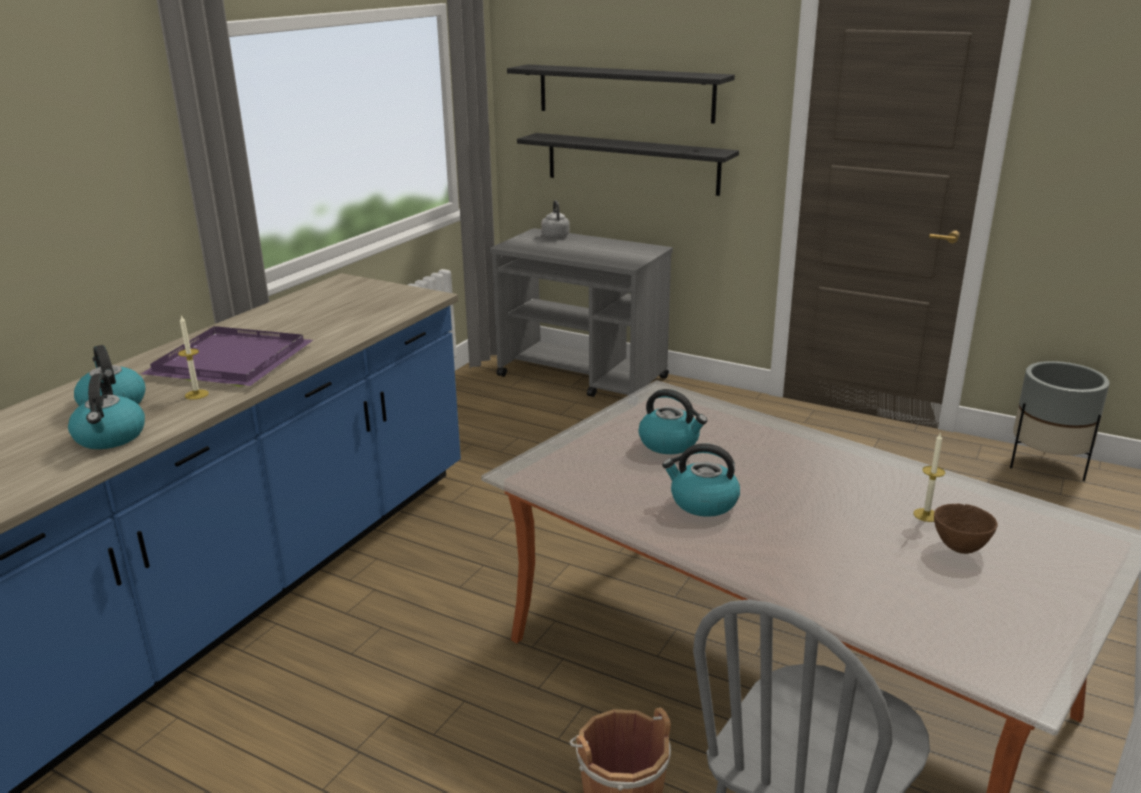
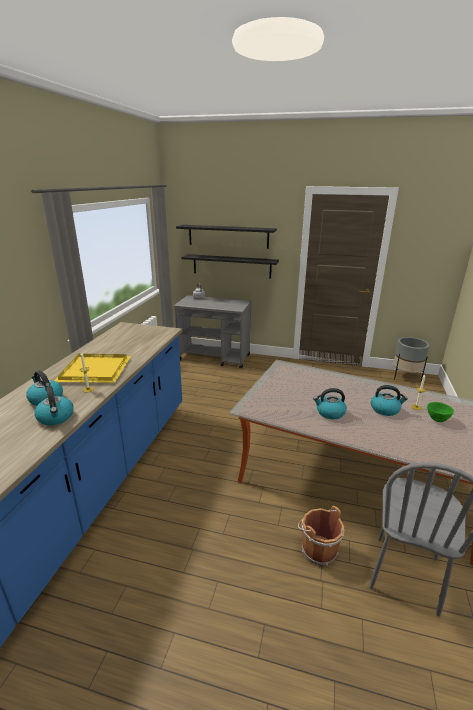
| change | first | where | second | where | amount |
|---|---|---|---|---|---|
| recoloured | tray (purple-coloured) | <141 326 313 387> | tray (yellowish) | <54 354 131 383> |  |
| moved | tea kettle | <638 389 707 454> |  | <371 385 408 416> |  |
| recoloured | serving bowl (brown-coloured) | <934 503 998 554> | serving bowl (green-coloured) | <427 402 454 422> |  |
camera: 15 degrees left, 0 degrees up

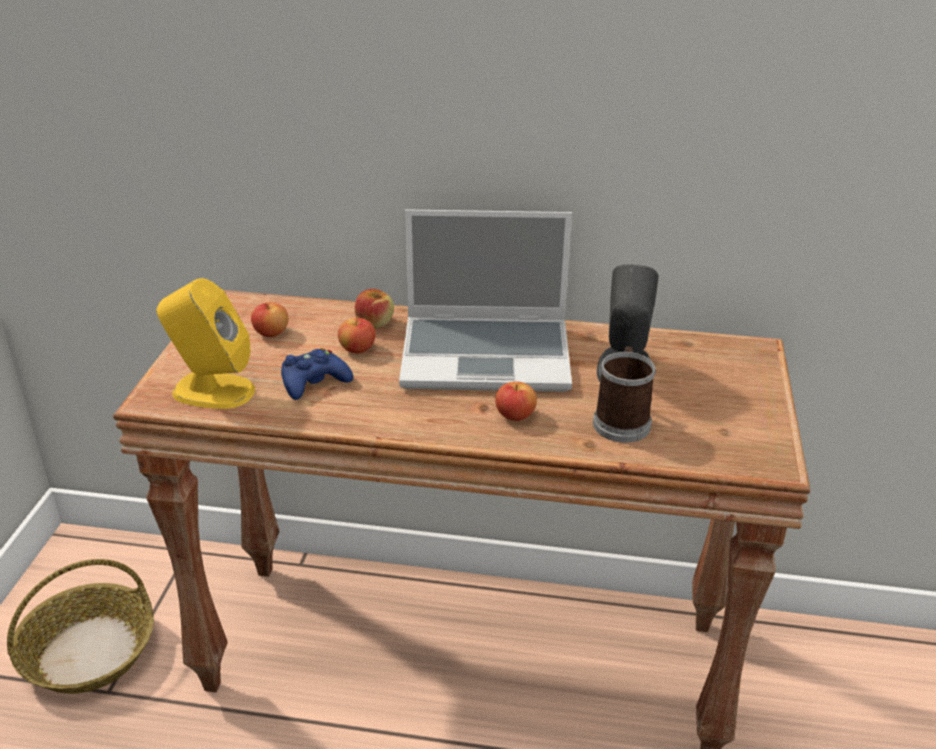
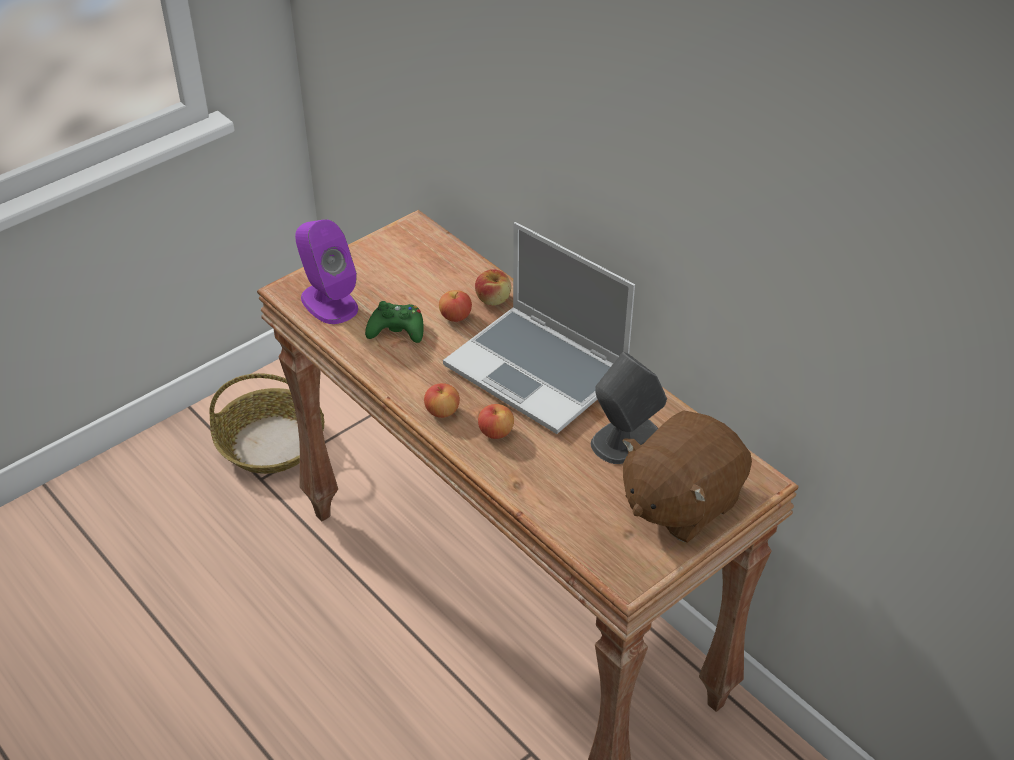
| change | first | where | second | where | amount |
|---|---|---|---|---|---|
| recoloured | loudspeaker (yellowish) | <157 278 255 409> | loudspeaker (purple-coloured) | <295 220 358 324> |  |
| moved | apple fruit | <251 302 288 337> |  | <424 383 460 418> |  |
| recoloured | joypad (bluish) | <281 348 353 400> | joypad (green-coloured) | <365 301 424 343> |  |
| removed | mug | <593 346 656 443> |  |  |  |
| added |  |  | cuddly toy (brown-coloured) | <622 411 752 543> |  |
camera: 40 degrees right, 10 degrees up

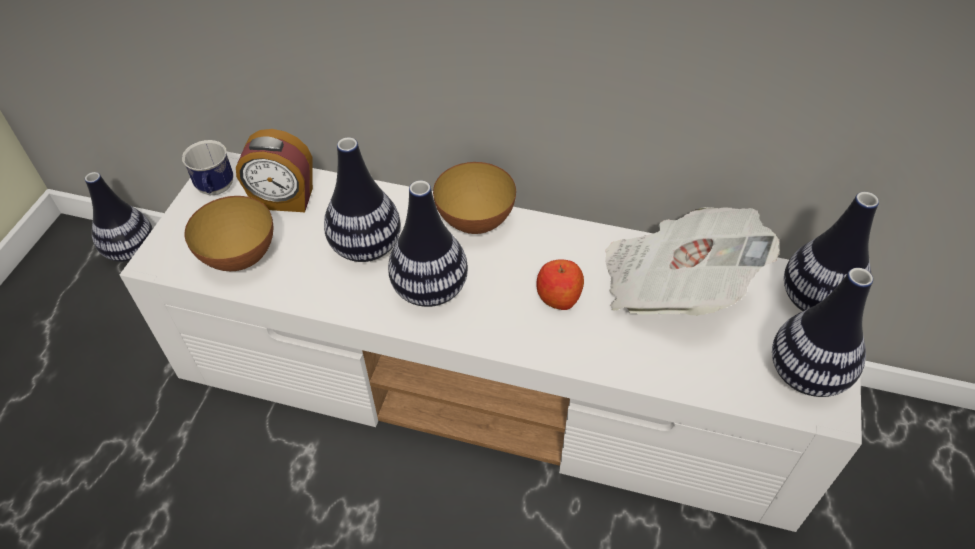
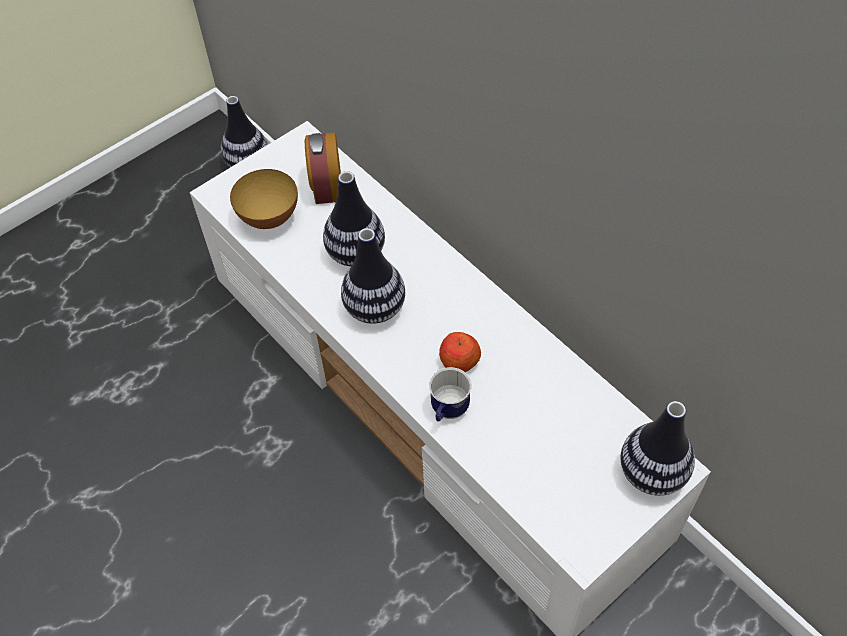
| change | first | where | second | where | amount |
|---|---|---|---|---|---|
| moved | mug | <182 140 233 195> |  | <429 367 472 421> |  |
| turned | alarm clock | <236 129 313 212> |  | <305 133 341 204> | 45 degrees clockwise |
| removed | serving bowl | <433 162 516 234> |  |  |  |
| removed | printed paper | <605 207 779 316> |  |  |  |
| removed | vase | <772 268 873 397> |  |  |  |
camera: 35 degrees right, 5 degrees up

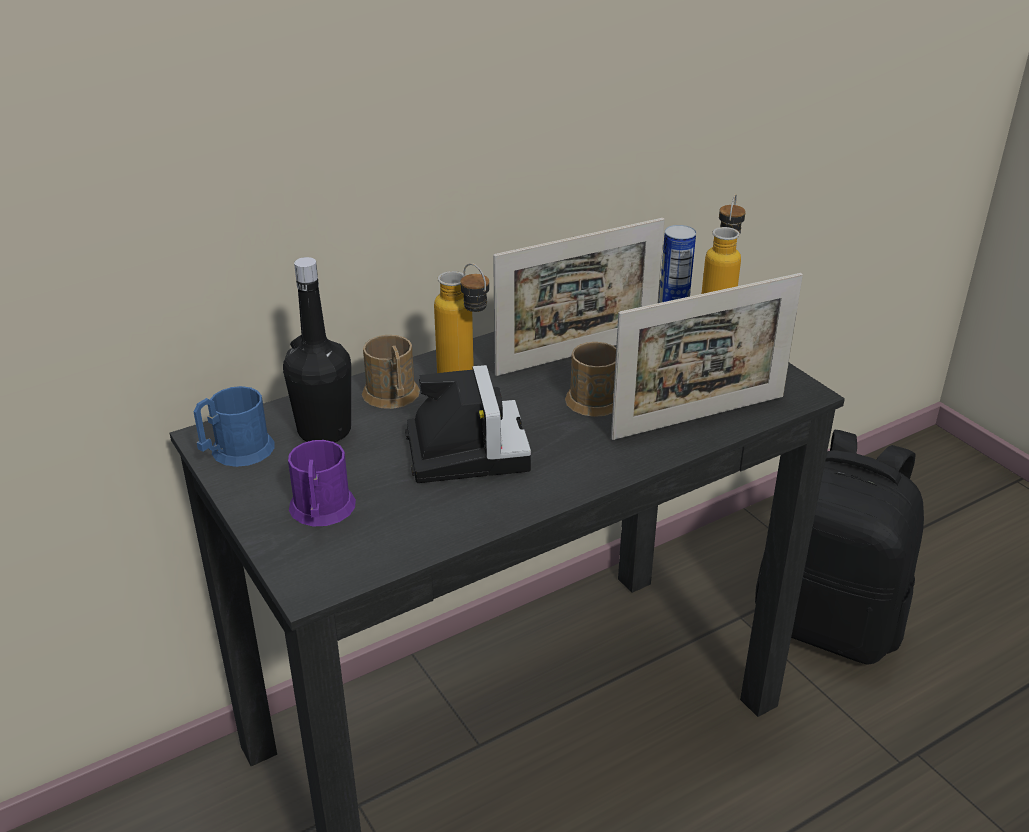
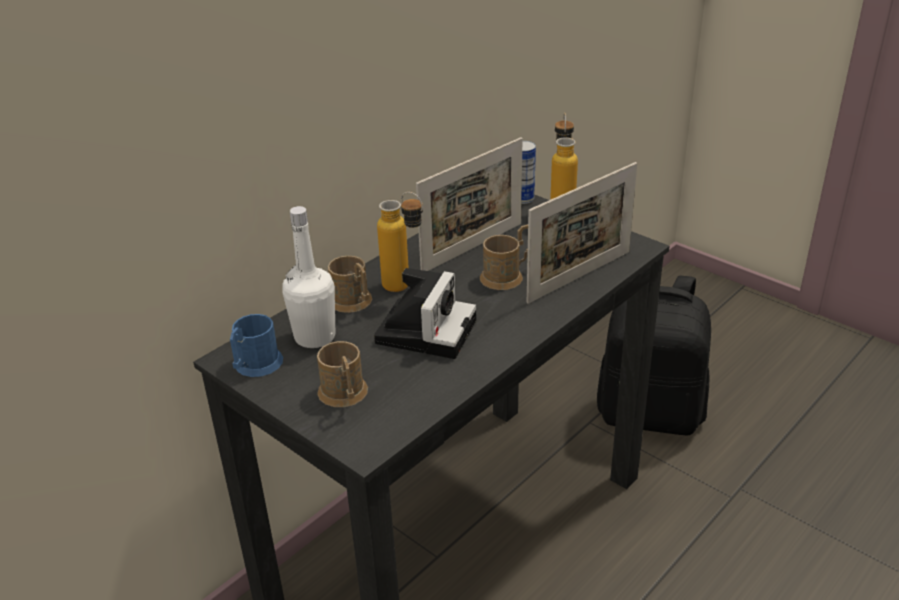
| change | first | where | second | where | amount |
|---|---|---|---|---|---|
| recoloured | drink bottle (black) | <283 257 351 442> | drink bottle (white) | <282 206 335 348> |  |
| recoloured | mug (purple-coloured) | <288 440 356 526> | mug (brown-coloured) | <317 341 368 407> |  |
| turned | still camera | <405 365 531 483> |  | <374 268 476 359> | 45 degrees clockwise |
camera: 15 degrees left, 0 degrees up

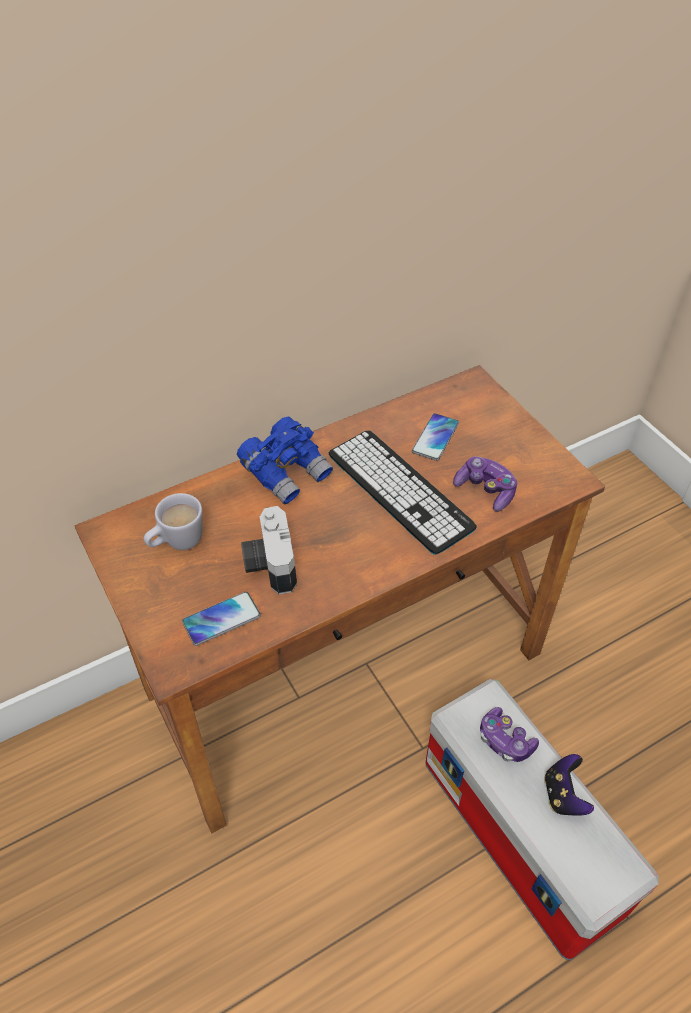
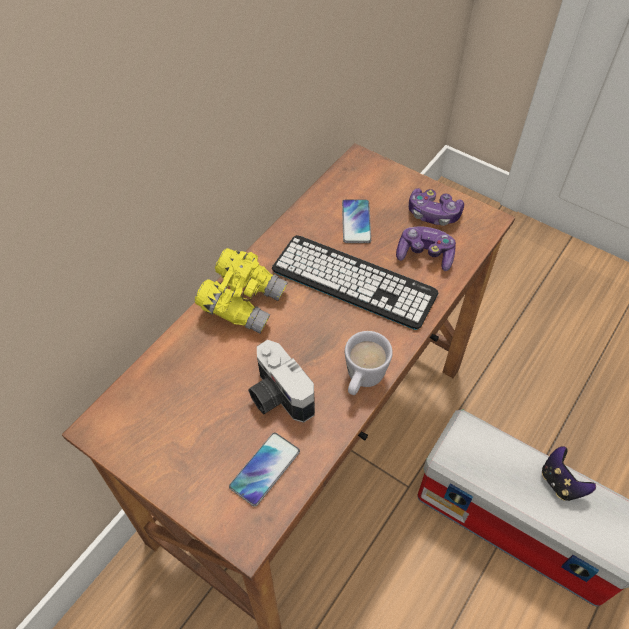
| change | first | where | second | where | amount |
|---|---|---|---|---|---|
| moved | mug (white) | <144 493 203 550> |  | <345 331 393 395> |  |
| recoloured | field glasses (bluish) | <237 417 333 504> | field glasses (yellowish) | <195 248 288 334> |  |
| moved | joypad | <480 707 539 762> |  | <409 188 464 226> |  |
camera: 25 degrees left, 5 degrees up

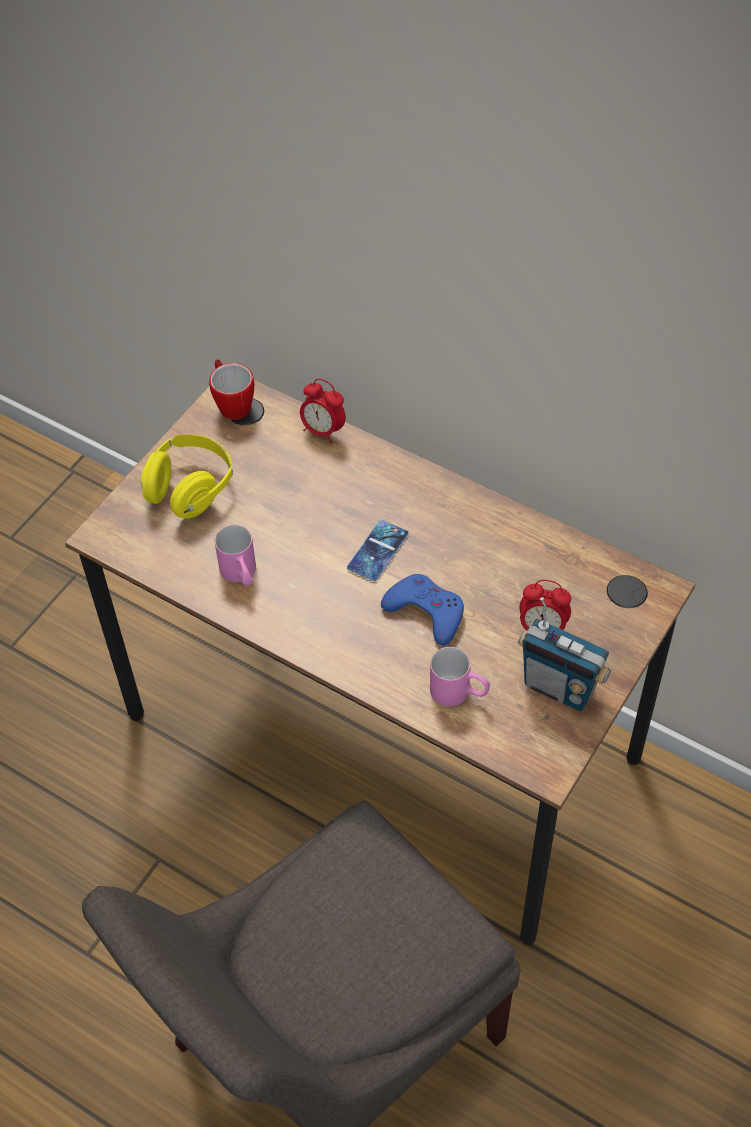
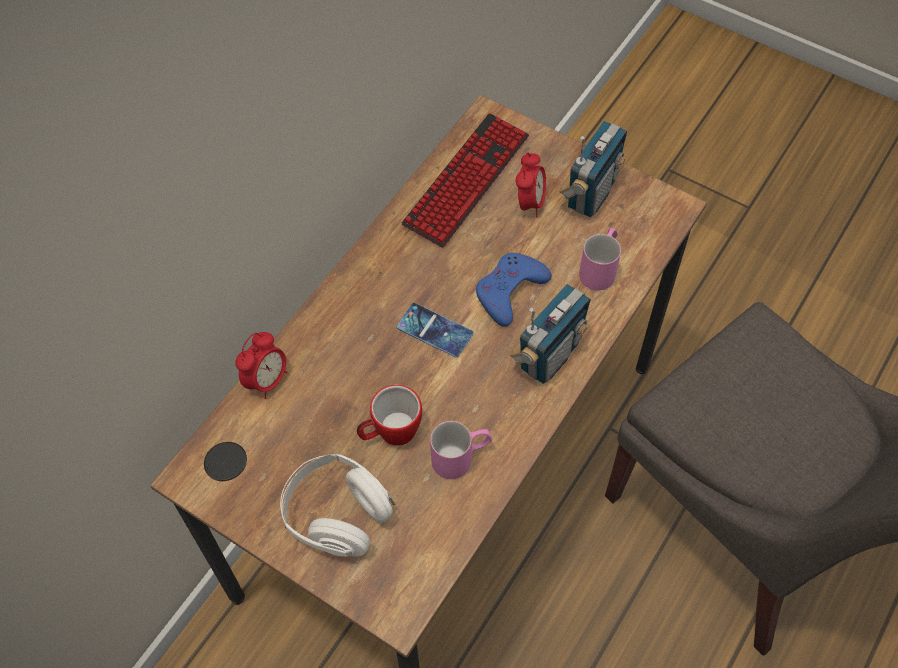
| change | first | where | second | where | amount |
|---|---|---|---|---|---|
| recoloured | headset (yellowish) | <140 435 233 519> | headset (white) | <280 454 395 557> |  |
| moved | mug | <209 360 254 420> |  | <357 385 422 446> |  |
| added |  |  | keyboard | <401 113 529 248> |  |
| added |  |  | radio | <509 284 591 384> |  |
camera: 90 degrees left, 5 degrees up

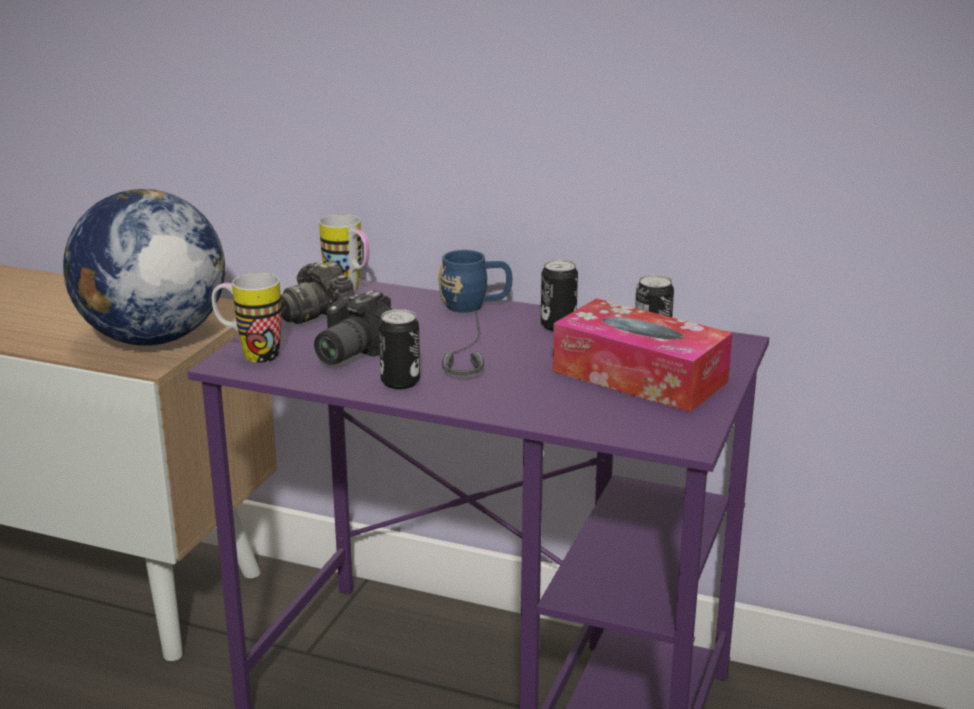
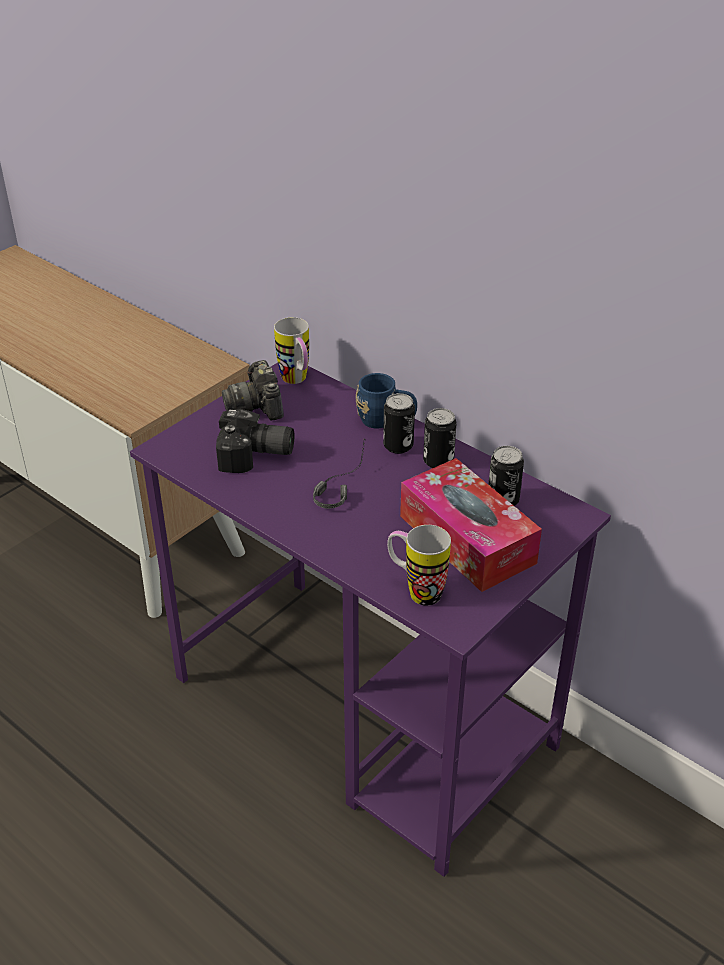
| change | first | where | second | where | amount |
|---|---|---|---|---|---|
| removed | world globe | <63 189 225 346> |  |  |  |
| moved | mug | <212 273 281 363> |  | <387 525 451 606> |  |
| turned | still camera | <314 290 393 365> |  | <216 409 294 473> | 135 degrees counterclockwise |
| moved | sealed can | <379 309 420 389> |  | <383 393 415 454> |  |
camera: 20 degrees right, 15 degrees up

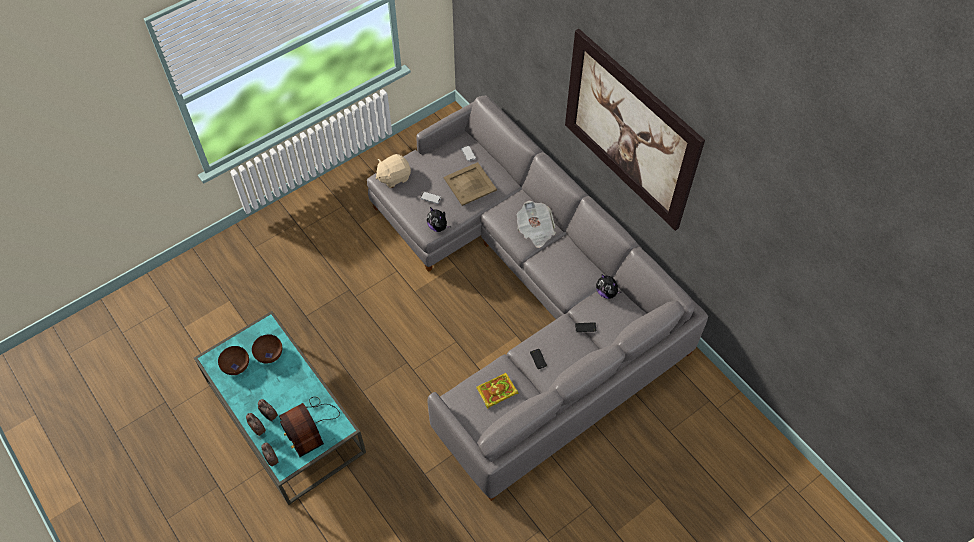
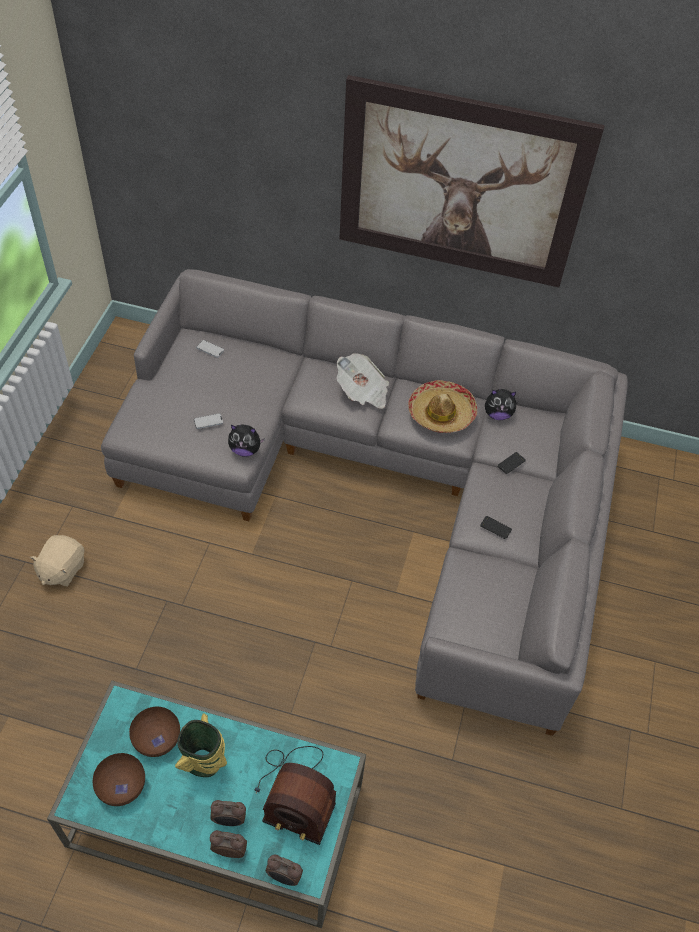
| change | first | where | second | where | amount |
|---|---|---|---|---|---|
| moved | cuddly toy (beige) | <376 154 411 188> |  | <30 535 84 587> |  |
| removed | tray (beige) | <444 162 497 206> |  |  |  |
| removed | bound book | <476 373 519 409> |  |  |  |
| added |  |  | vase | <175 713 227 777> |  |
| added |  |  | wearable hat | <408 380 477 433> |  |
camera: 40 degrees left, 5 degrees down

